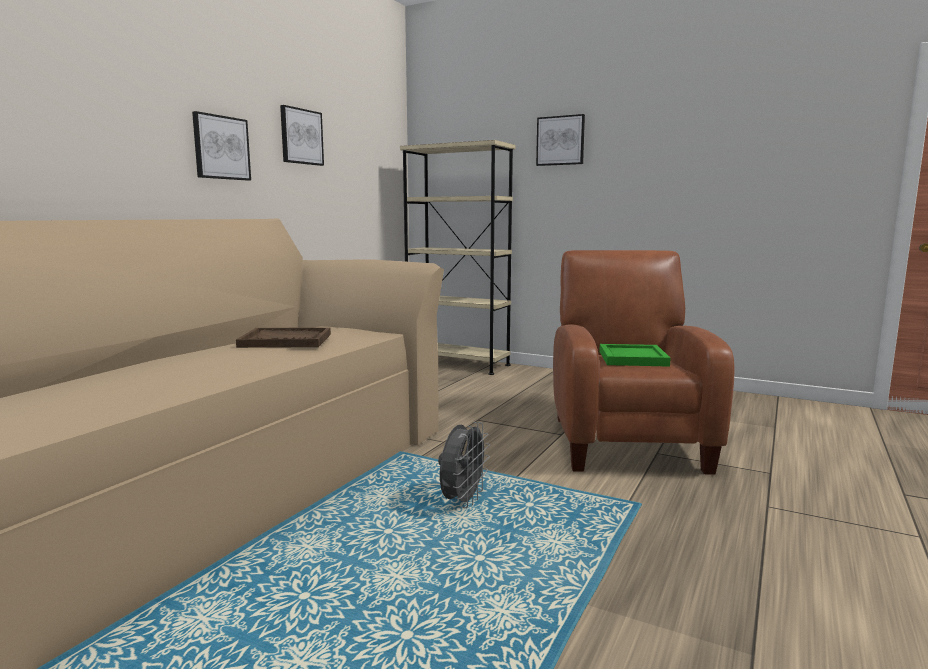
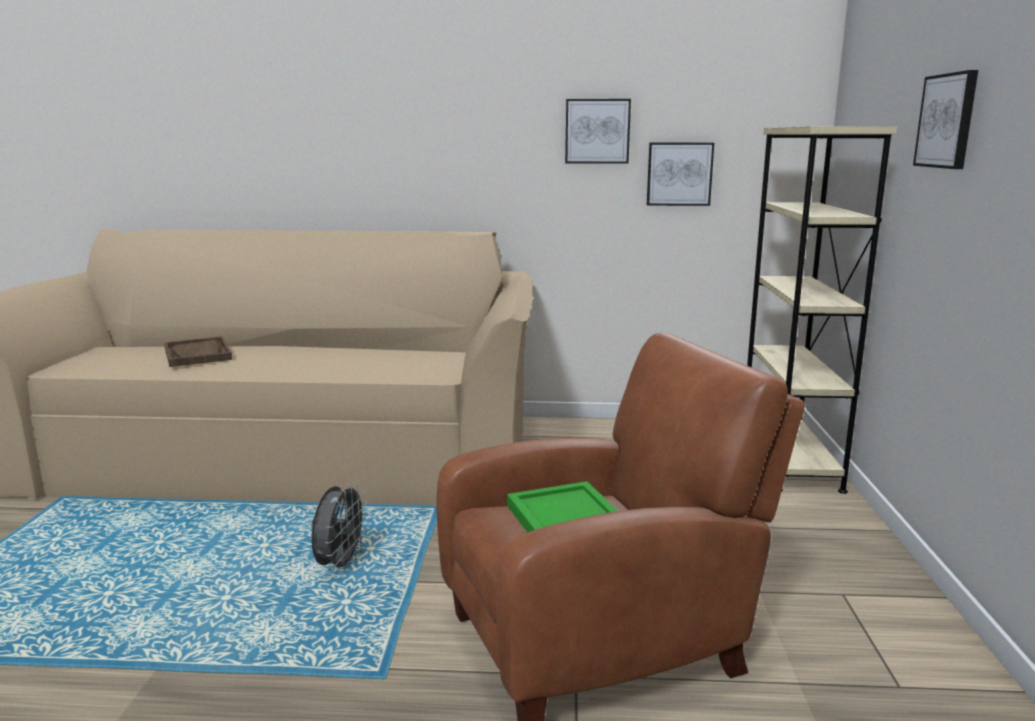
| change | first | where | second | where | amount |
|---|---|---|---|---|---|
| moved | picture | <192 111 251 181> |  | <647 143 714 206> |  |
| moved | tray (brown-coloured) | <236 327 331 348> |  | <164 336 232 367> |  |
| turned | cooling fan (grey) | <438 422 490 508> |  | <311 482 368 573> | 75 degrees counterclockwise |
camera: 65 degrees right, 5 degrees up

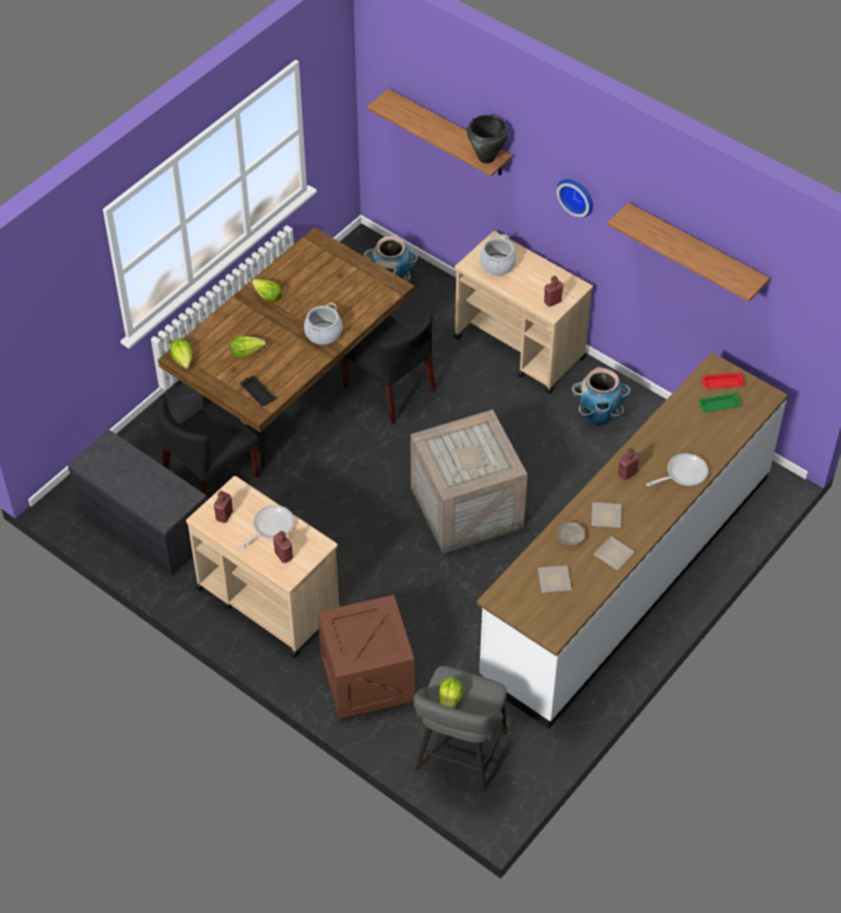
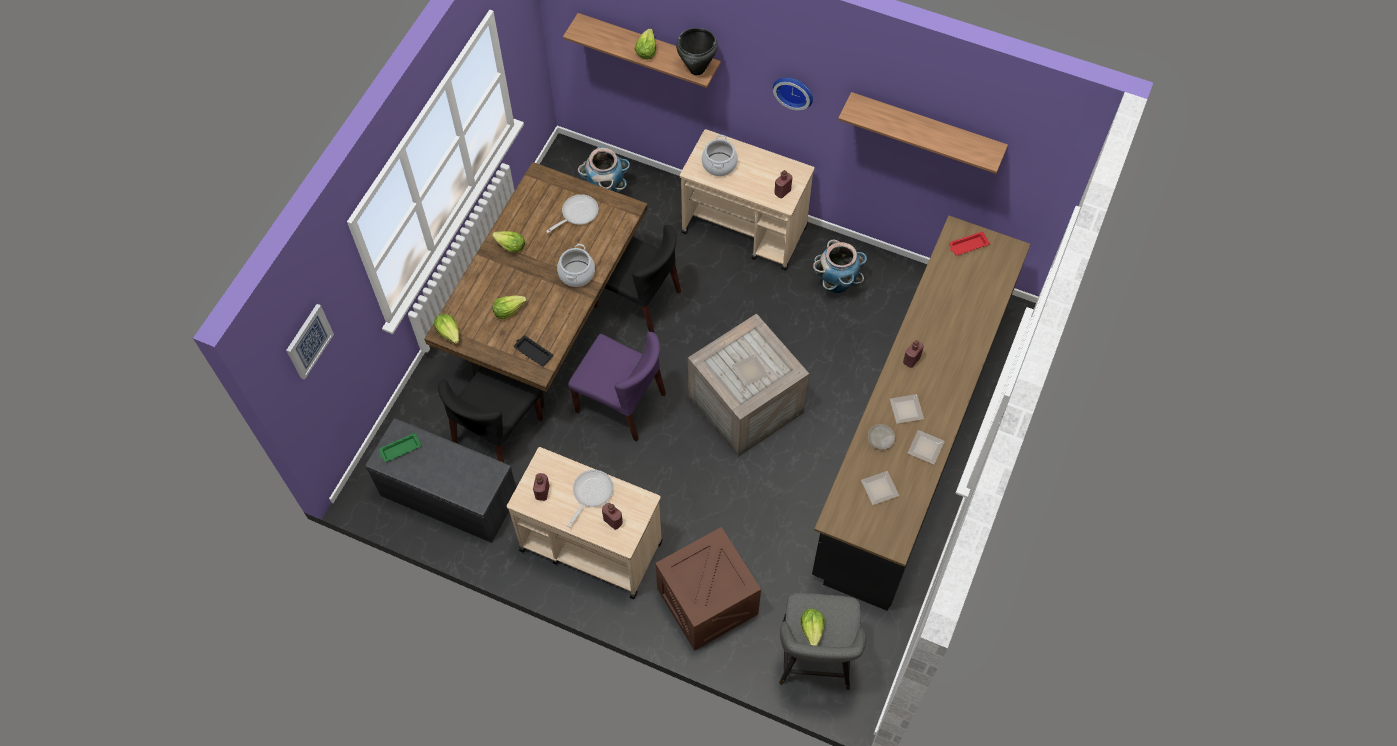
| change | first | where | second | where | amount |
|---|---|---|---|---|---|
| recoloured | counter (white) | <477 352 788 729> | counter (black) | <812 215 1031 611> |  |
| moved | skillet | <646 453 709 486> |  | <546 194 599 233> |  |
| moved | tray (green-coloured) | <699 393 742 413> |  | <379 433 421 462> |  |
| added |  |  | picture | <286 304 334 380> |  |
| added |  |  | chair (purple-coloured) | <568 332 666 442> |  |
| added |  |  | lettuce head | <634 28 656 59> |  |
camera: 15 degrees left, 10 degrees up

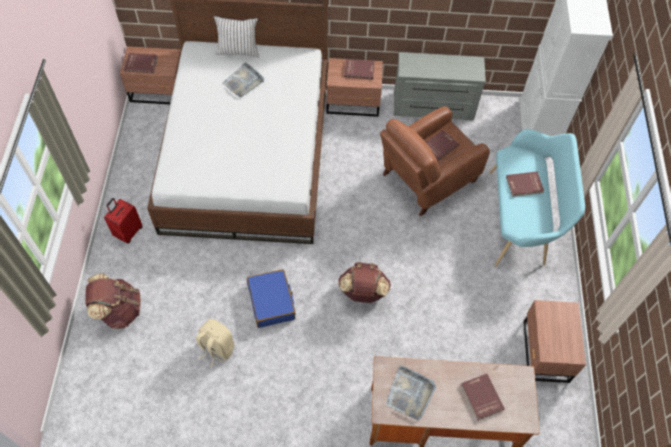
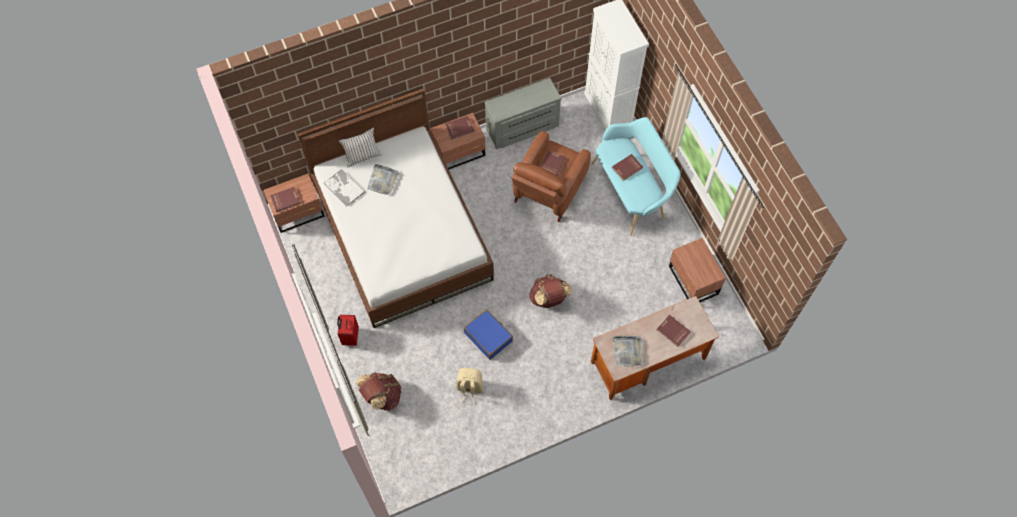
| change | first | where | second | where | amount |
|---|---|---|---|---|---|
| added |  |  | tray | <324 169 365 206> |  |
camera: 25 degrees left, 5 degrees up

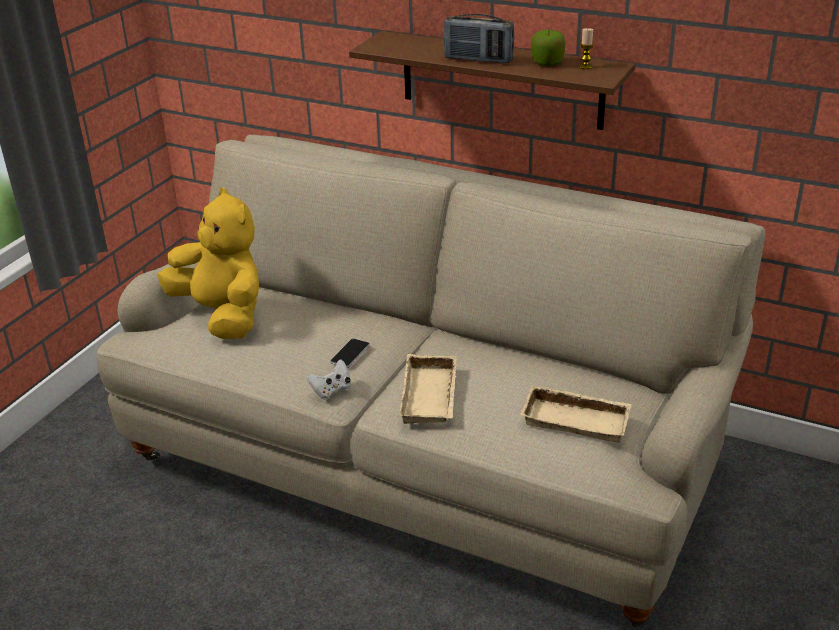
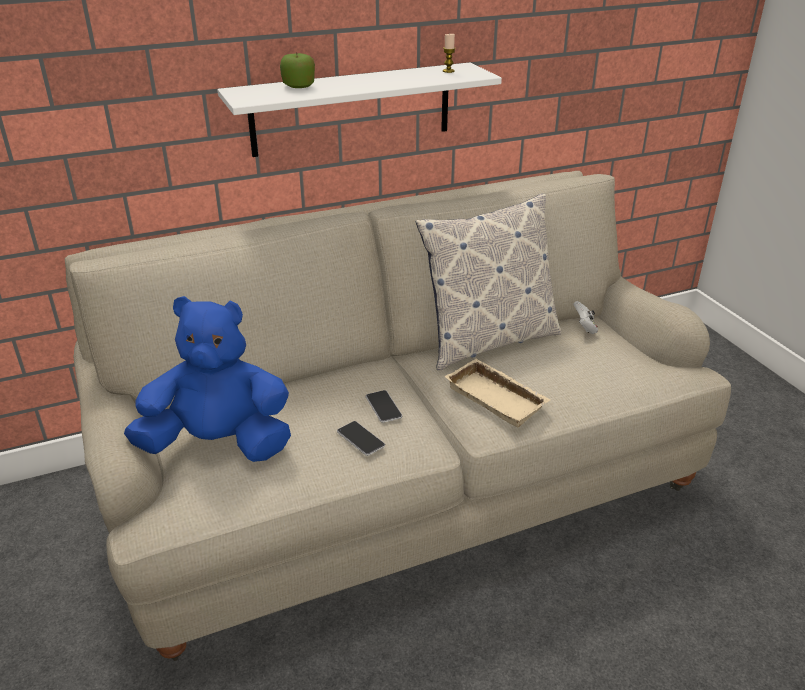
| change | first | where | second | where | amount |
|---|---|---|---|---|---|
| recoloured | cuddly toy (yellowish) | <157 187 259 339> | cuddly toy (bluish) | <124 296 291 462> |  |
| moved | joypad (white) | <307 359 351 399> |  | <573 301 598 334> |  |
| recoloured | shelf (brown-coloured) | <349 31 635 130> | shelf (white) | <217 62 502 157> |  |
| removed | radio | <444 14 514 64> |  |  |  |
| removed | tray (beige) | <520 385 632 443> |  |  |  |
| moved | apple fruit | <531 30 565 66> |  | <280 52 315 88> |  |
| added |  |  | phone | <337 421 385 456> |  |
| added |  |  | cushion | <416 194 561 371> |  |
camera: 50 degrees left, 0 degrees up

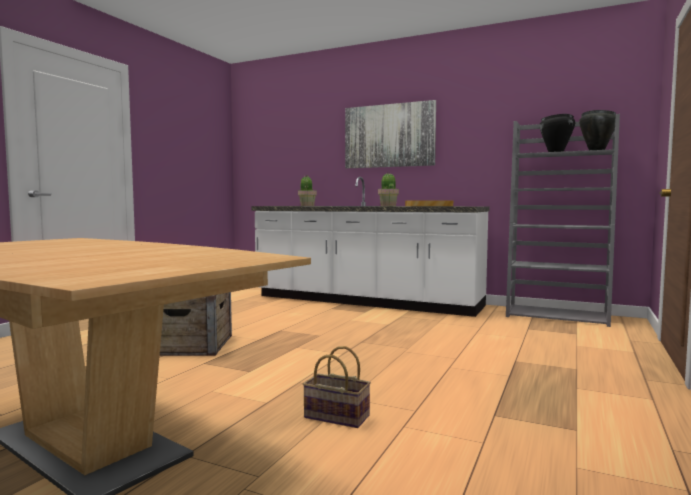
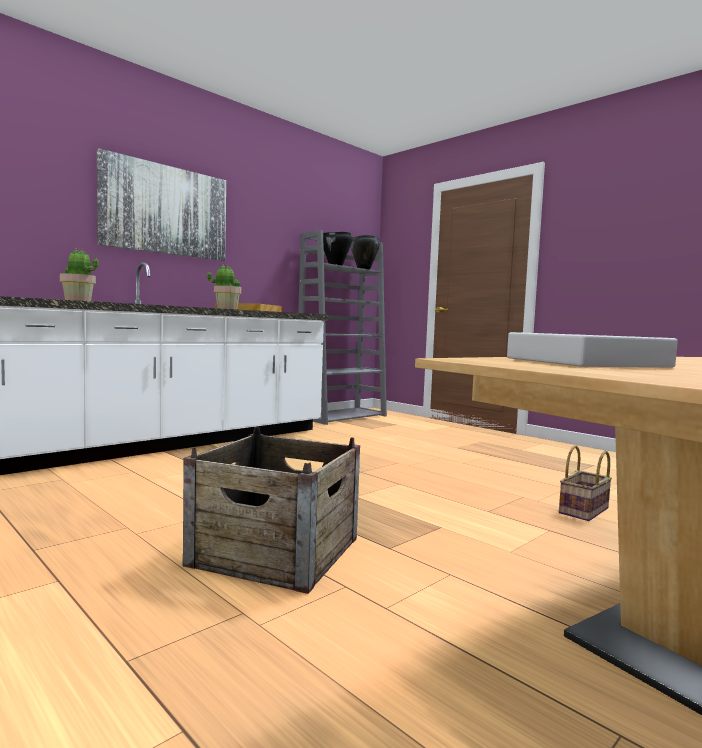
| change | first | where | second | where | amount |
|---|---|---|---|---|---|
| added |  |  | tray (grey) | <507 332 678 368> |  |
camera: 70 degrees left, 0 degrees up

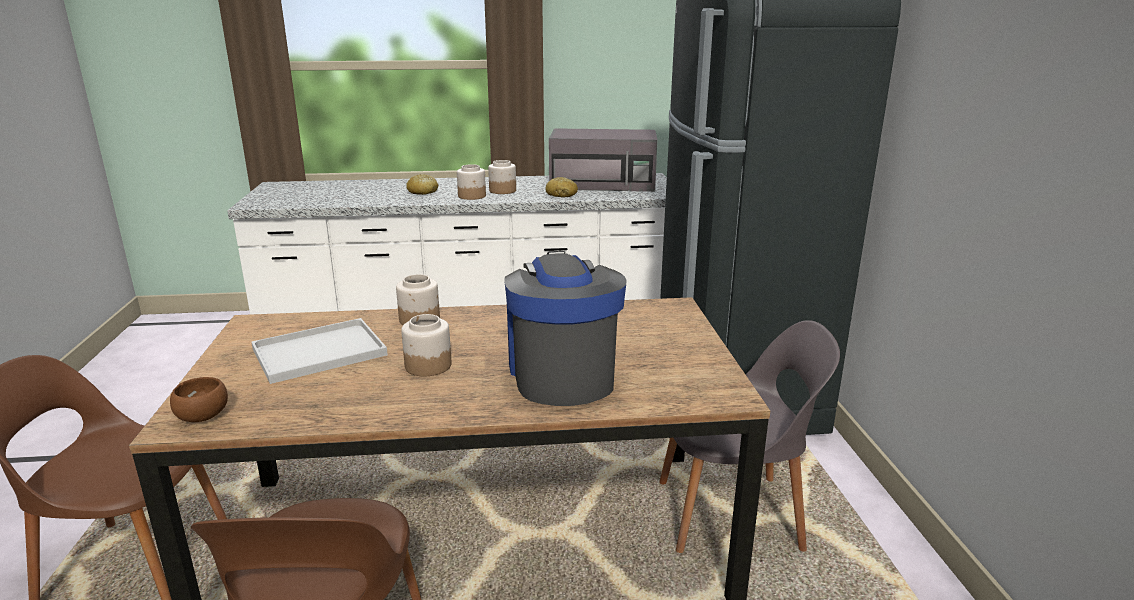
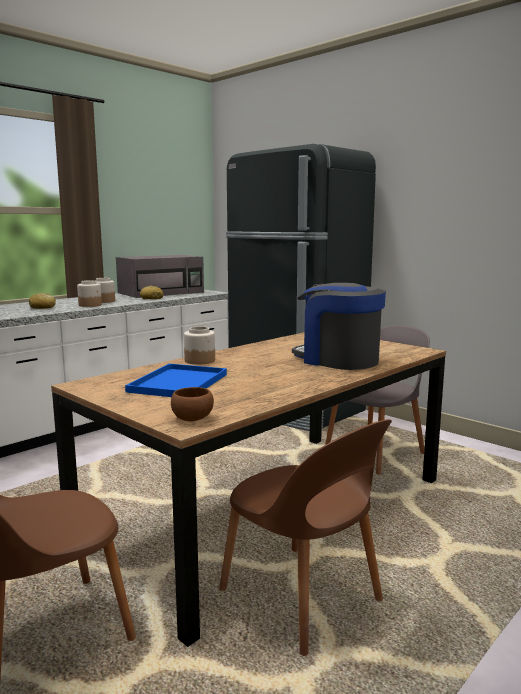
| change | first | where | second | where | amount |
|---|---|---|---|---|---|
| recoloured | tray (white) | <251 318 388 384> | tray (bluish) | <125 364 227 397> |  |
| removed | jar | <401 314 451 376> |  |  |  |
camera: 40 degrees left, 10 degrees down

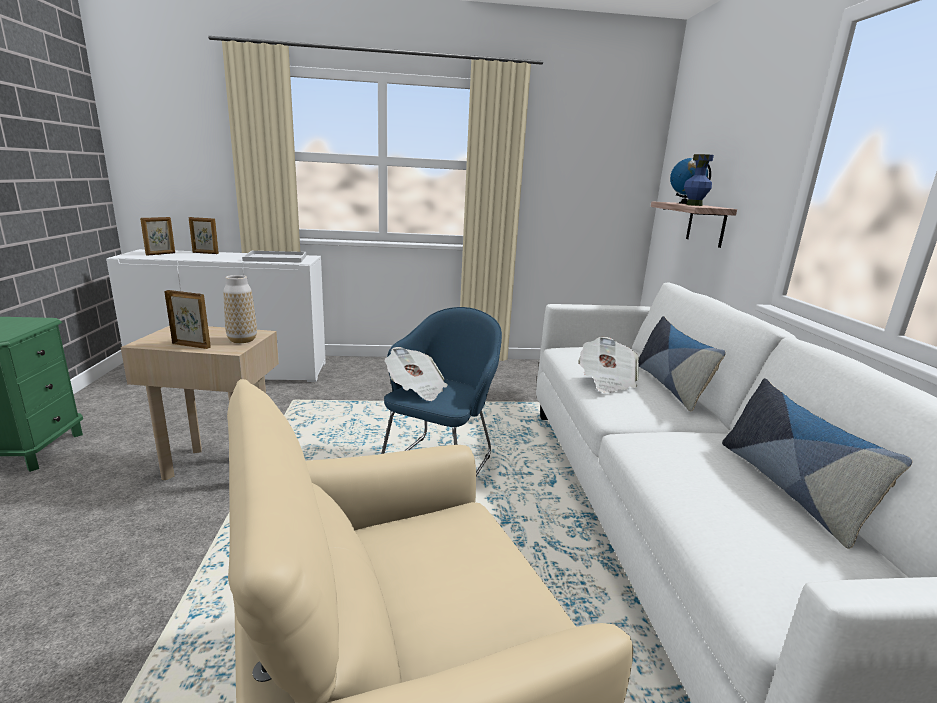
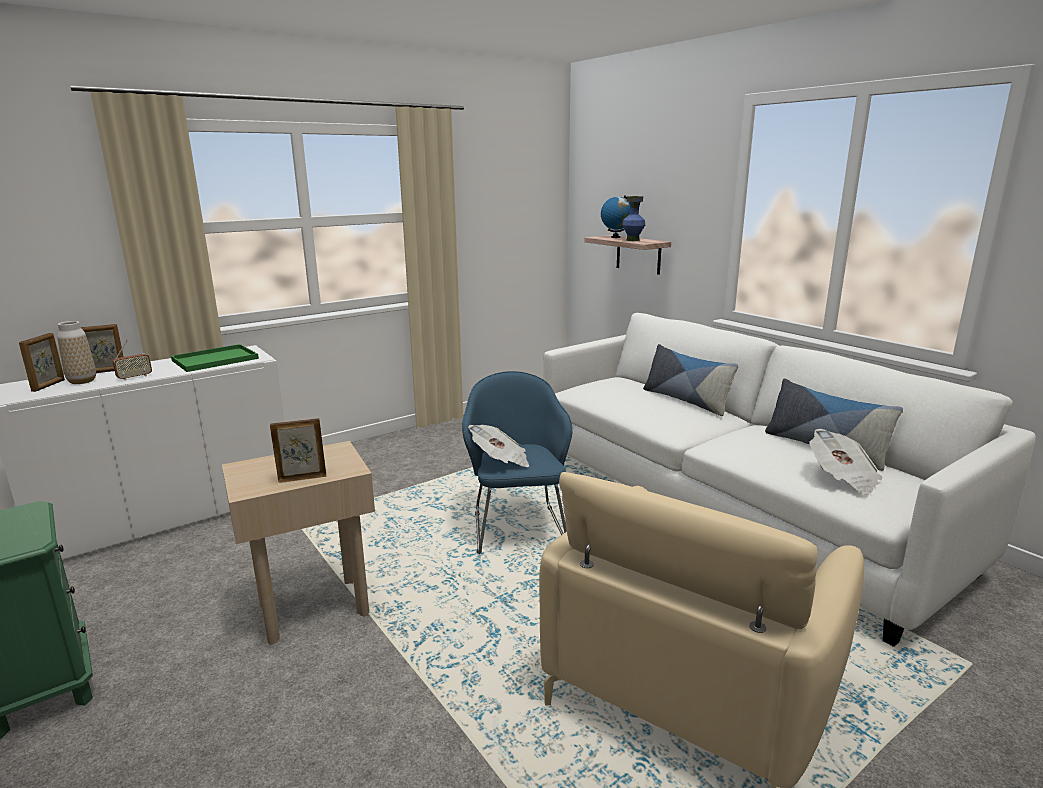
| change | first | where | second | where | amount |
|---|---|---|---|---|---|
| moved | vase | <223 275 257 343> |  | <57 321 96 384> |  |
| recoloured | tray (white) | <242 251 306 262> | tray (green-coloured) | <171 344 259 372> |  |
| moved | printed paper | <578 337 639 393> |  | <809 429 883 495> |  |
| added |  |  | radio | <113 340 152 381> |  |
camera: 30 degrees left, 0 degrees up

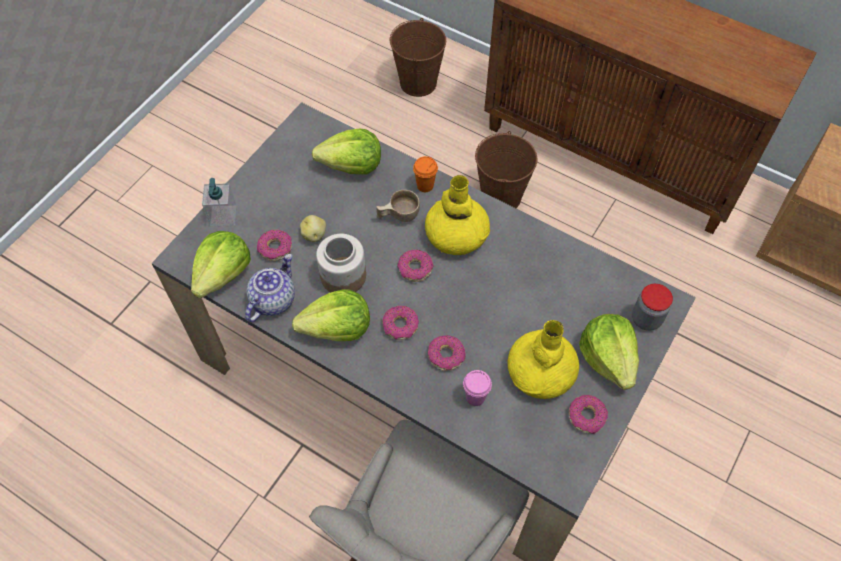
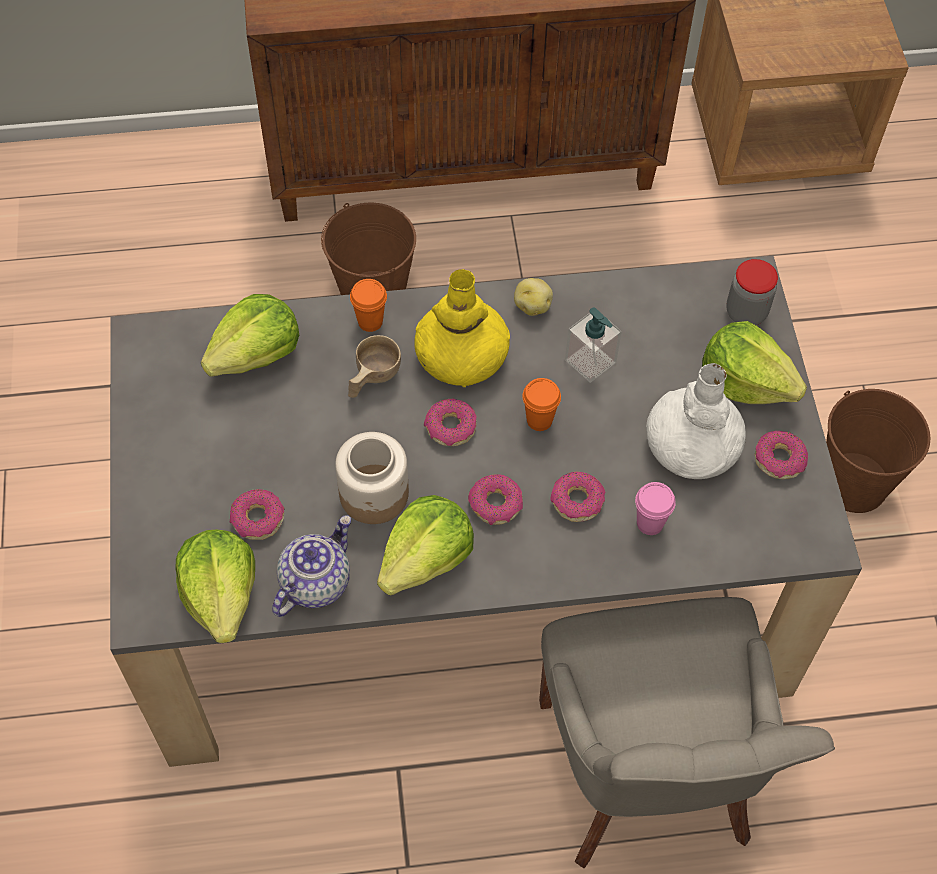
| change | first | where | second | where | amount |
|---|---|---|---|---|---|
| moved | liquid soap bottle | <202 178 236 226> |  | <565 307 622 383> |  |
| turned | pot for tea | <245 254 295 322> |  | <272 515 351 617> | 45 degrees clockwise |
| moved | whole potato | <300 215 326 242> |  | <514 278 553 316> |  |
| moved | water bucket (brown-coloured) | <390 18 446 97> |  | <826 389 930 513> |  |
| recoloured | vase (yellowish) | <508 320 579 399> | vase (white) | <646 363 746 479> |  |
| added |  |  | cup (orange-coloured) | <522 378 561 431> |  |
camera: 40 degrees left, 0 degrees up

